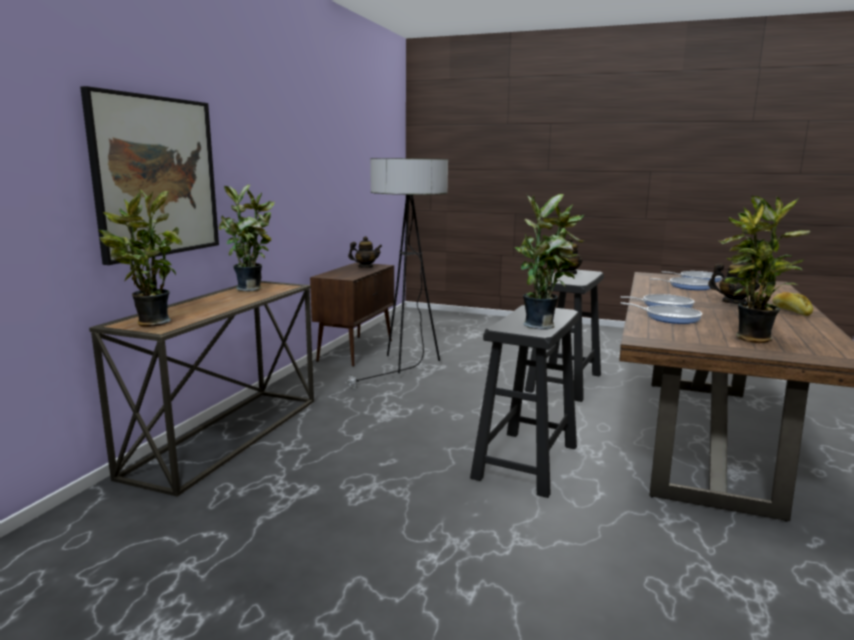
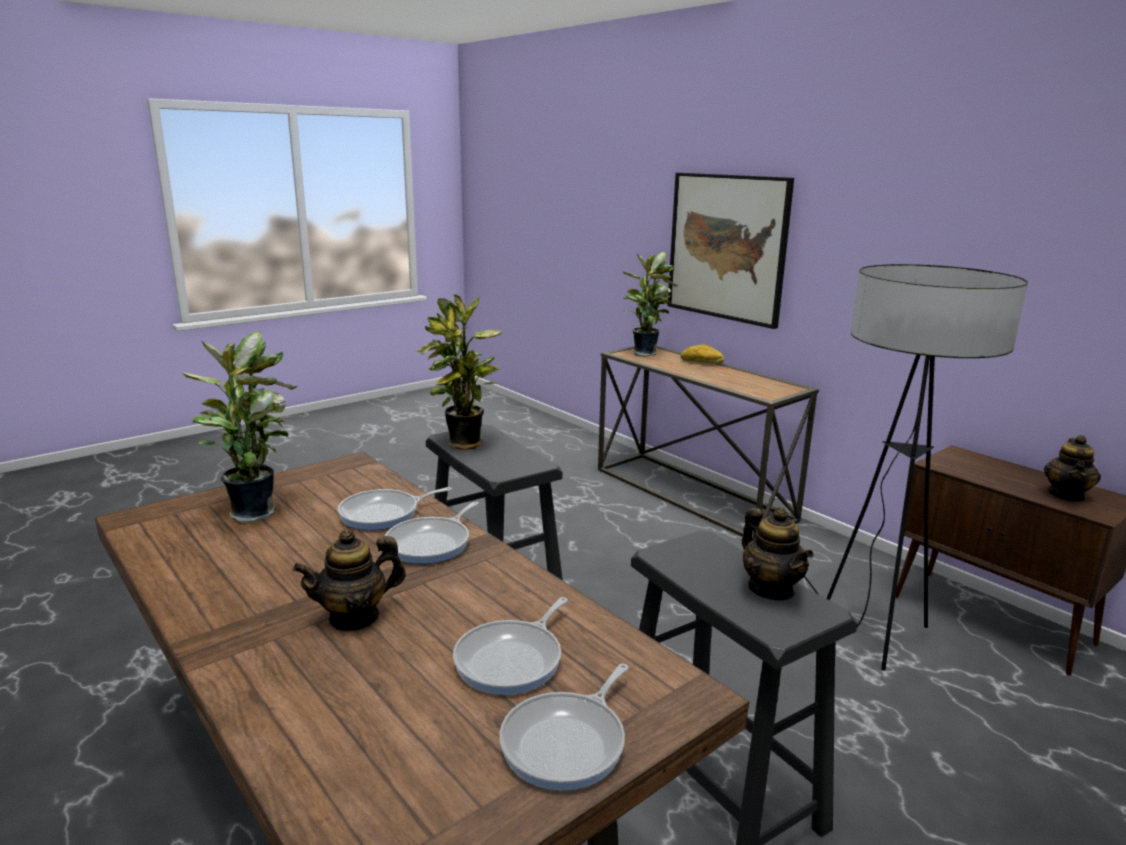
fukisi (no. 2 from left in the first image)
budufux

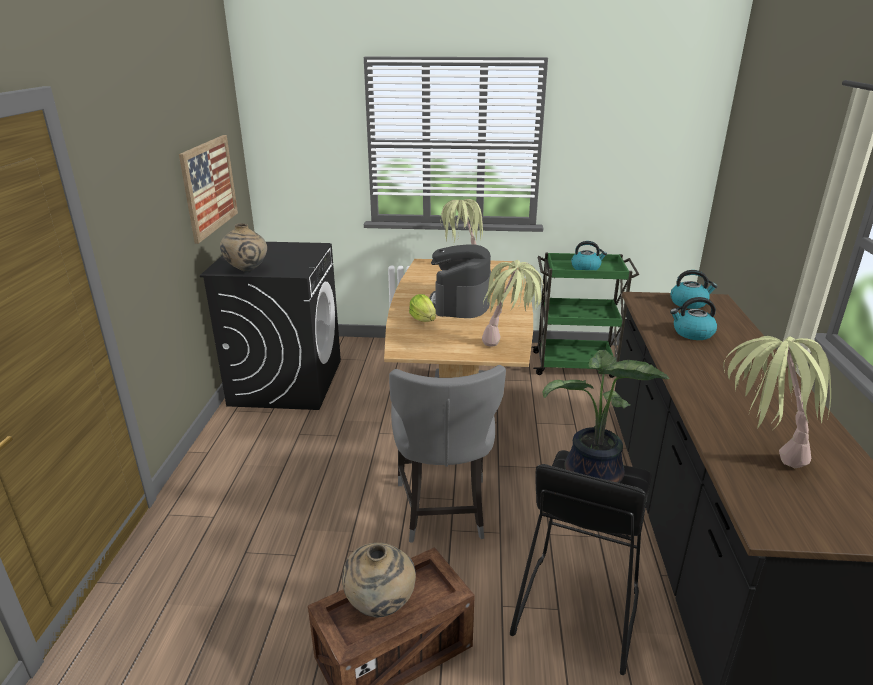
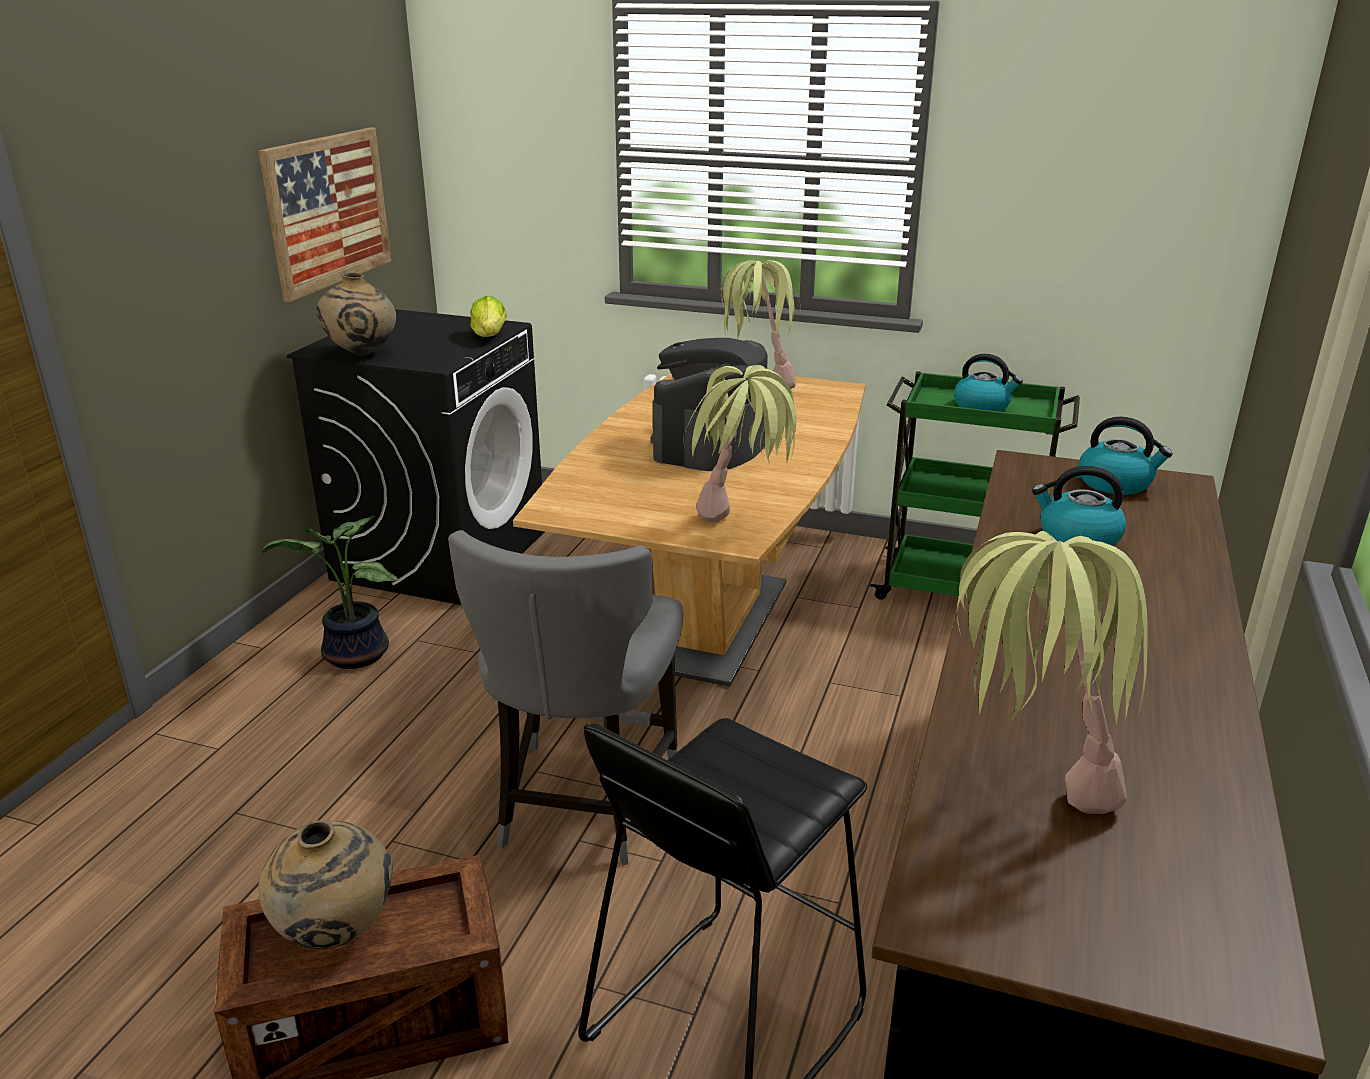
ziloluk
fukisi (no. 1 from left)

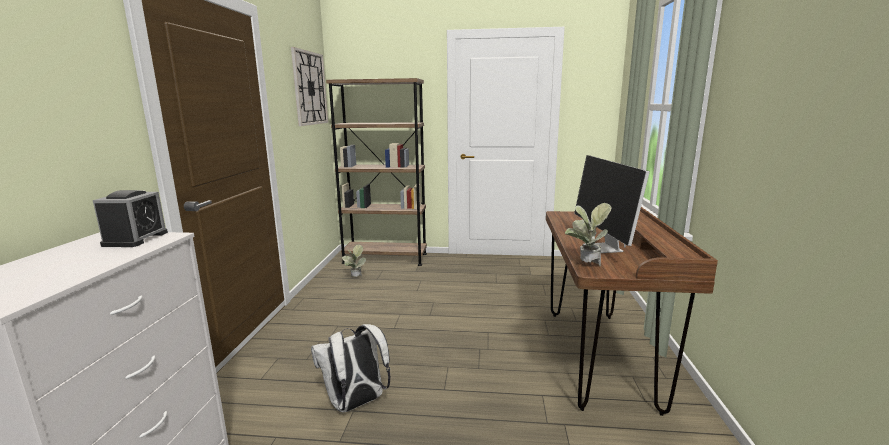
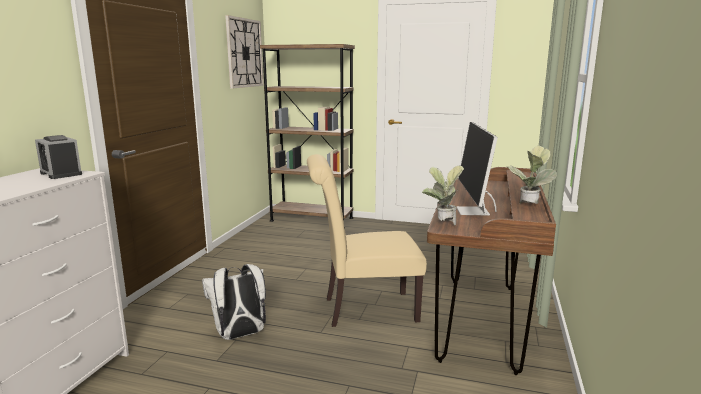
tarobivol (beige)
fukisi (no. 2 from left)
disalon

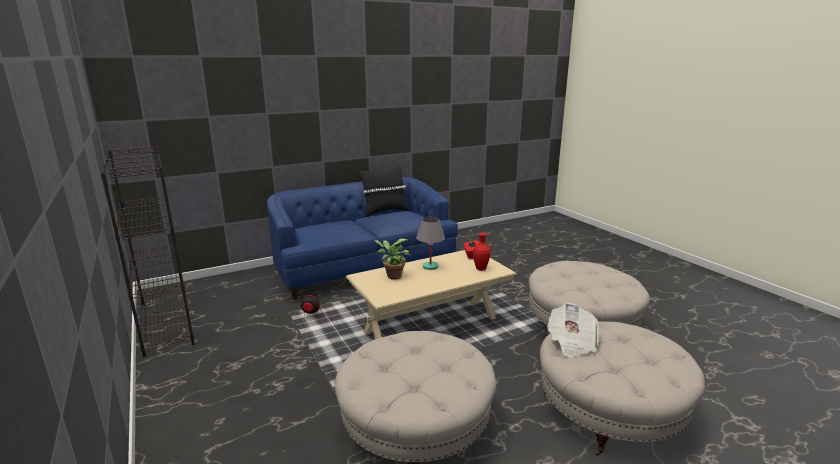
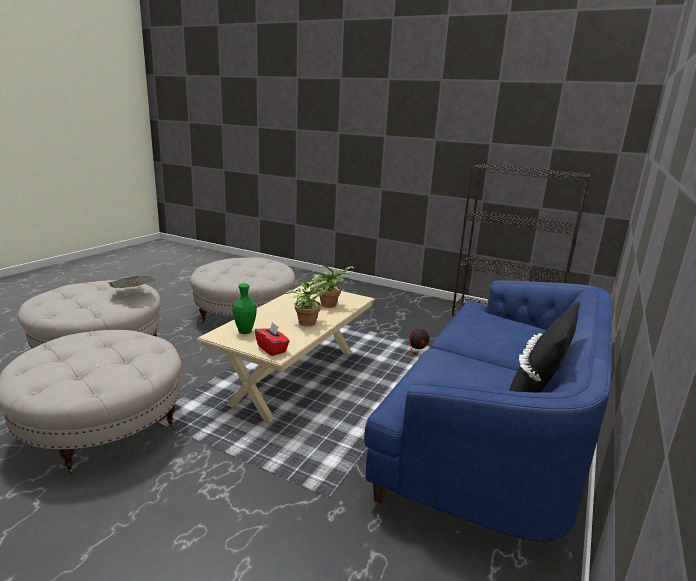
fukisi (no. 1 from left)
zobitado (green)

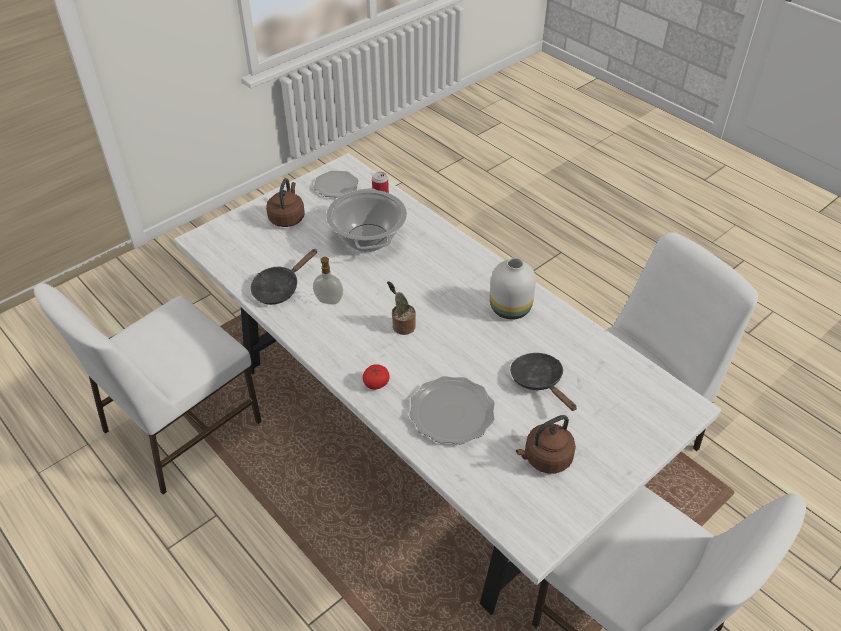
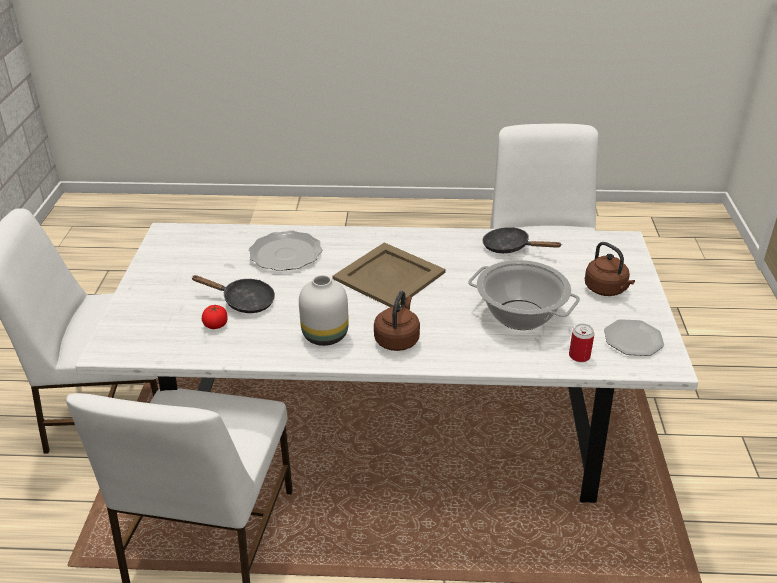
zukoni
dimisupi
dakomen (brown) (no. 1 from left)
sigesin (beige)
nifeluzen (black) (no. 2 from left)

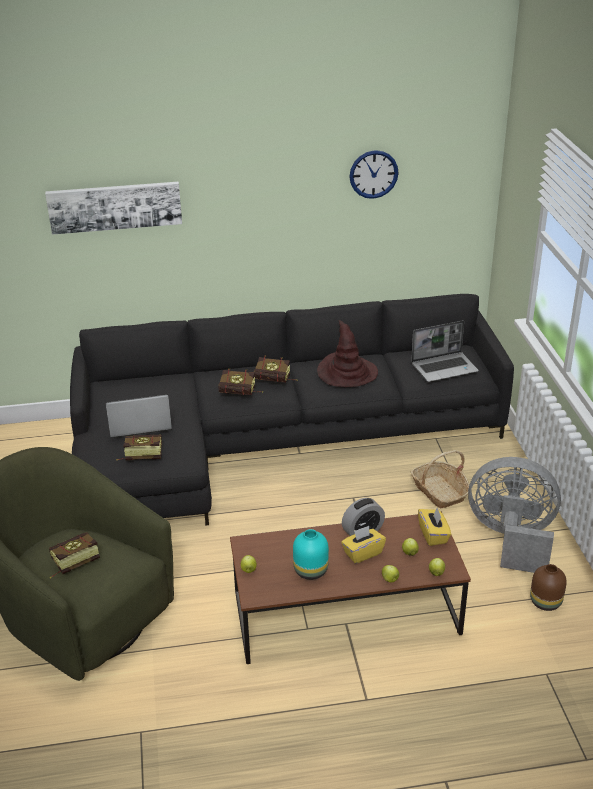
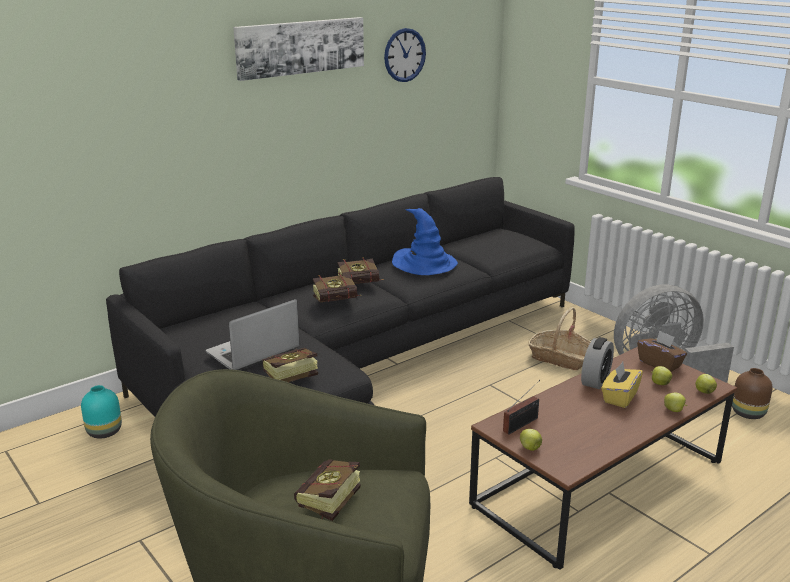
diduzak (no. 2 from left in the first image)
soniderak
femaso
zobitado (turquoise)
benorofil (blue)
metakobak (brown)

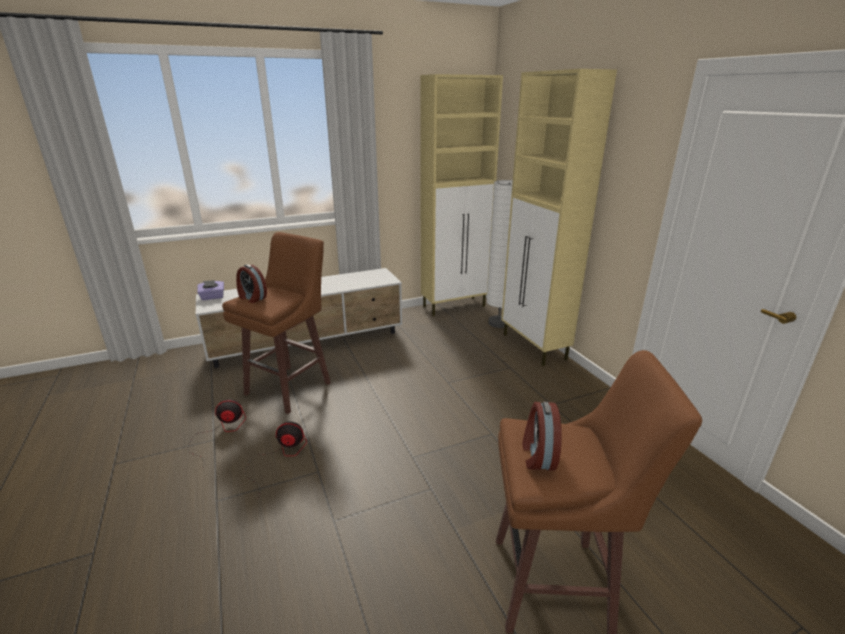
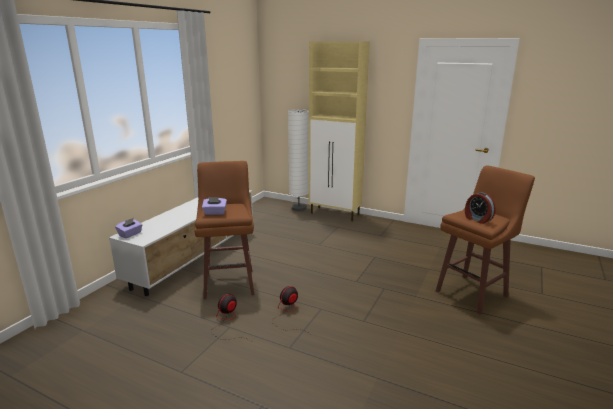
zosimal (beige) (no. 1 from left in the first image)
metakobak (purple) (no. 2 from left)

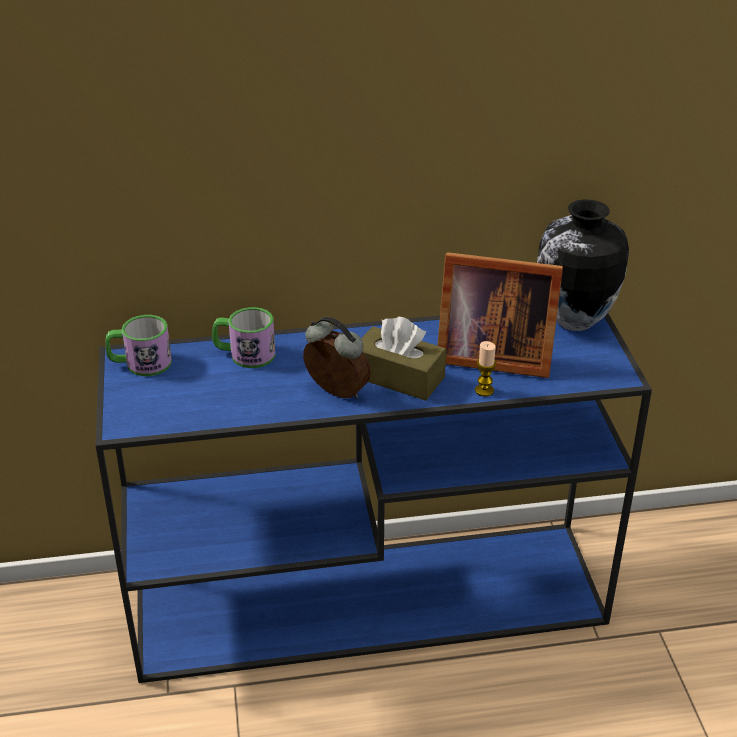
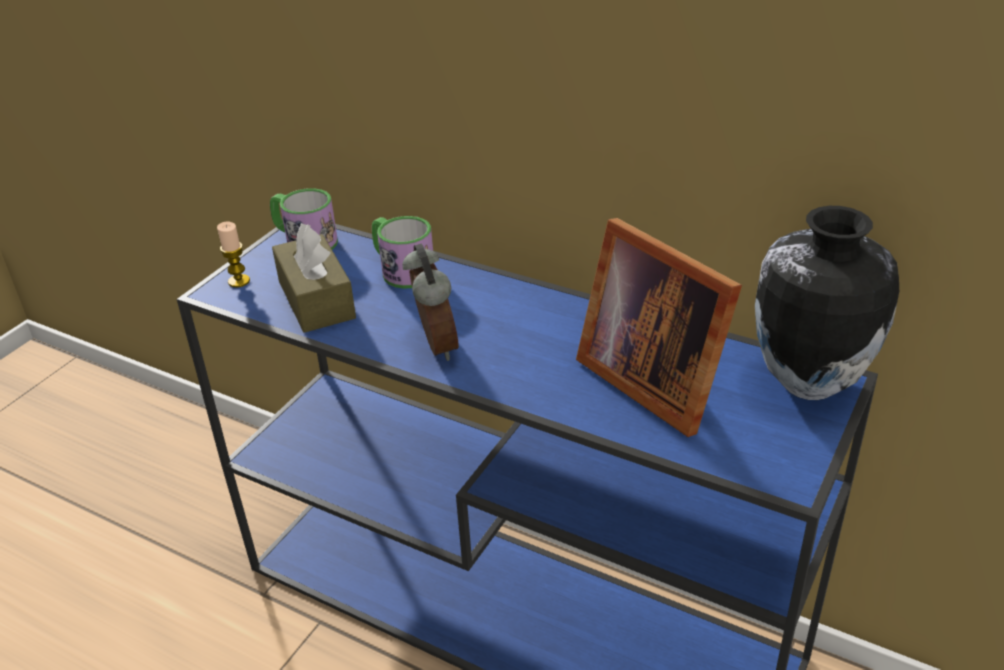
metakobak (brown)
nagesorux

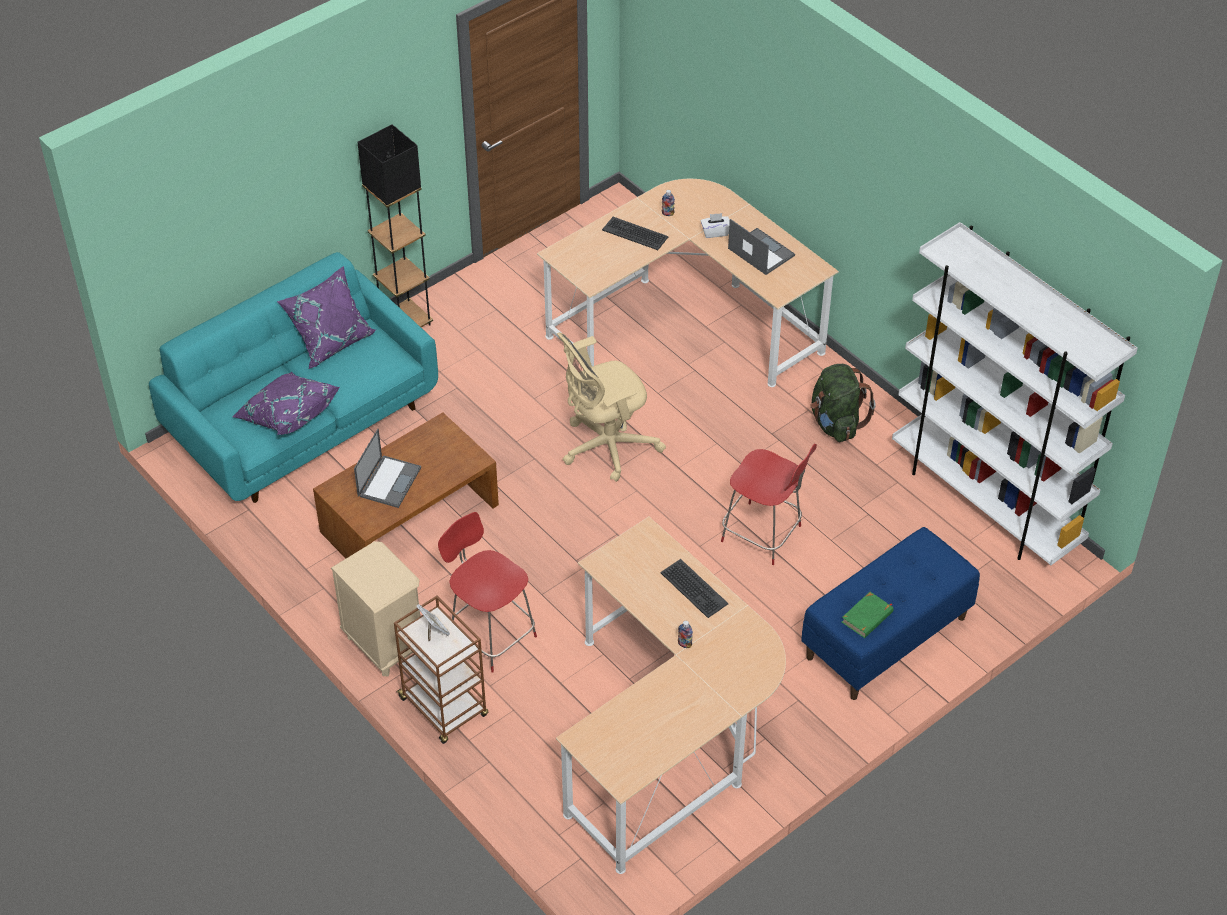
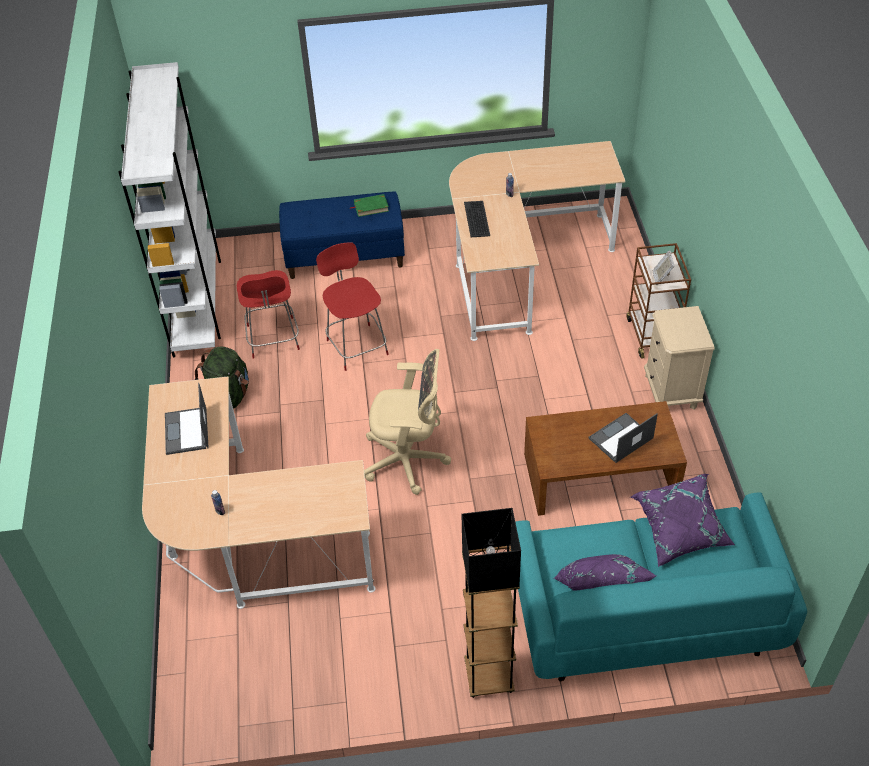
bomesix (no. 1 from left in the first image)
metakobak (white)
tarobivol (red) (no. 1 from left)

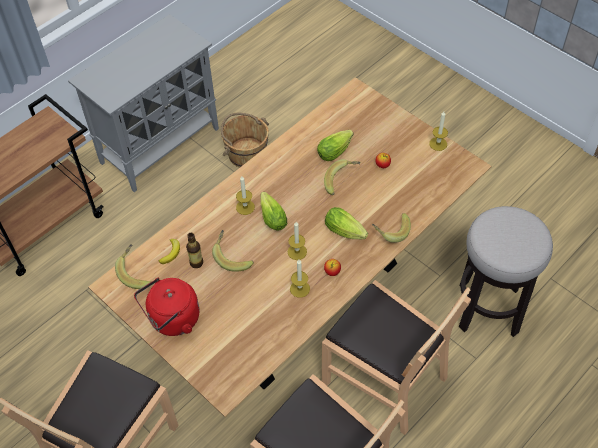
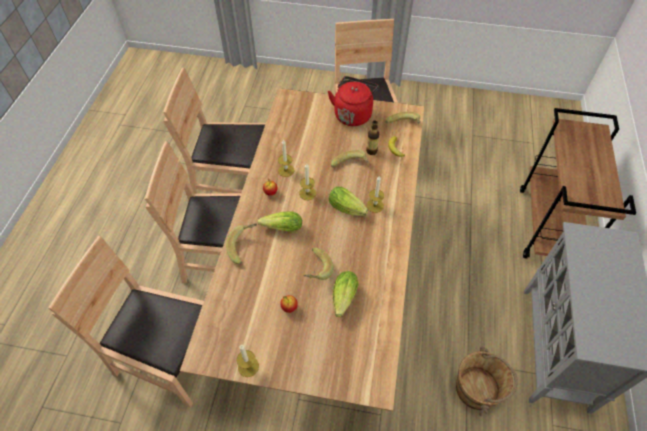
tarobivol (brown) (no. 1 from left)

